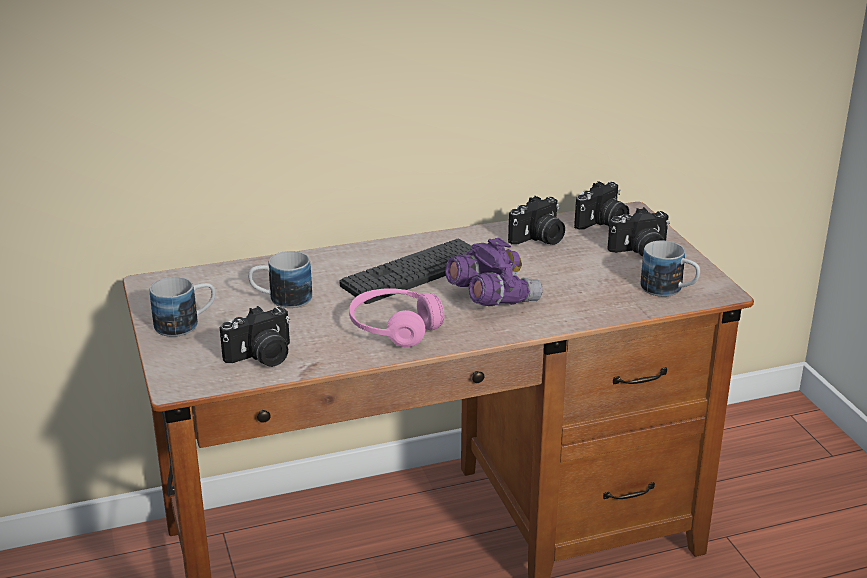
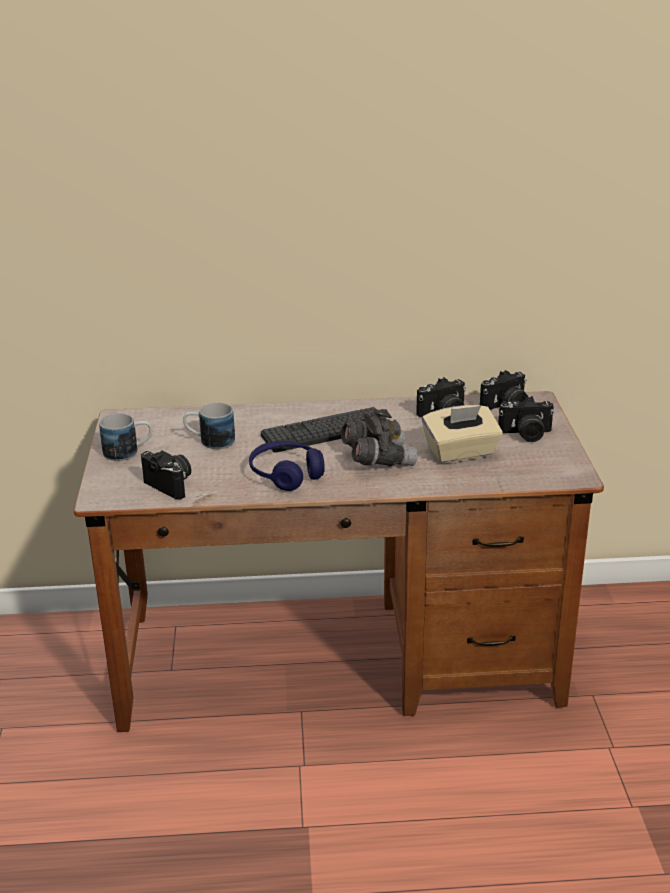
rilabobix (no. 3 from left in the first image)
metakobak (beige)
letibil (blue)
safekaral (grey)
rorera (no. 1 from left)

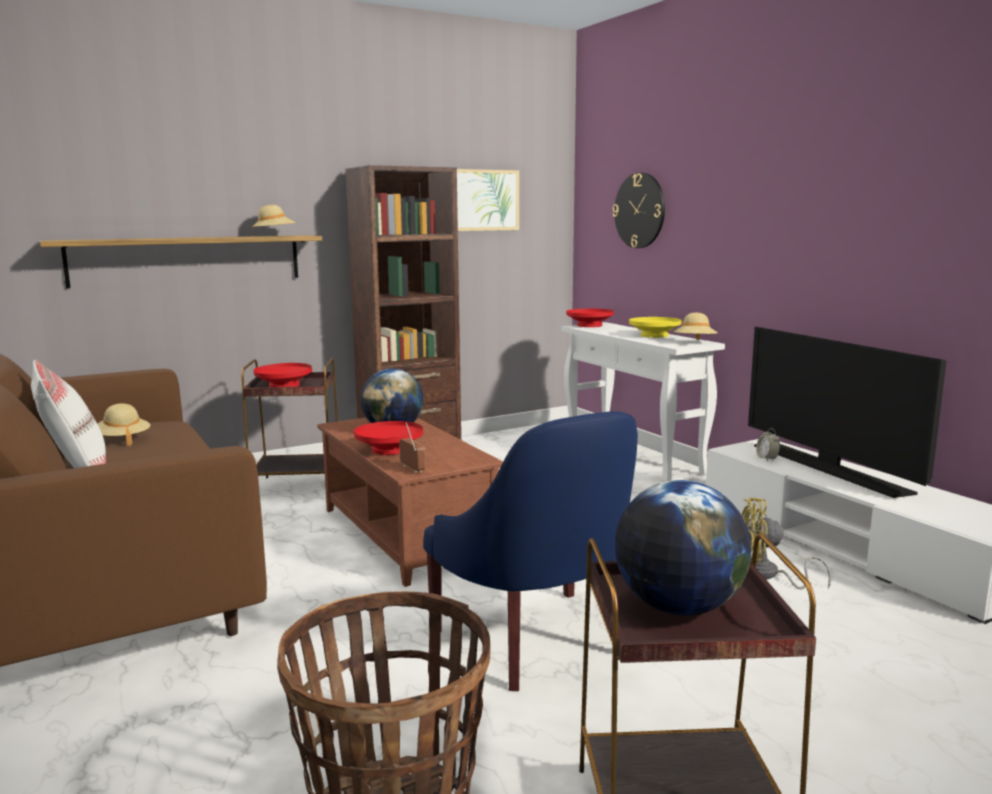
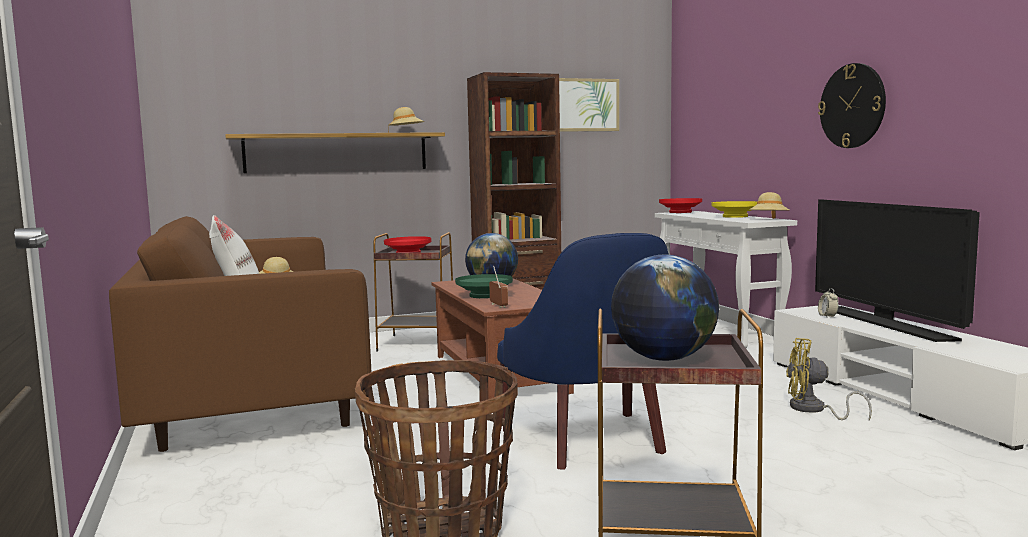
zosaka
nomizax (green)

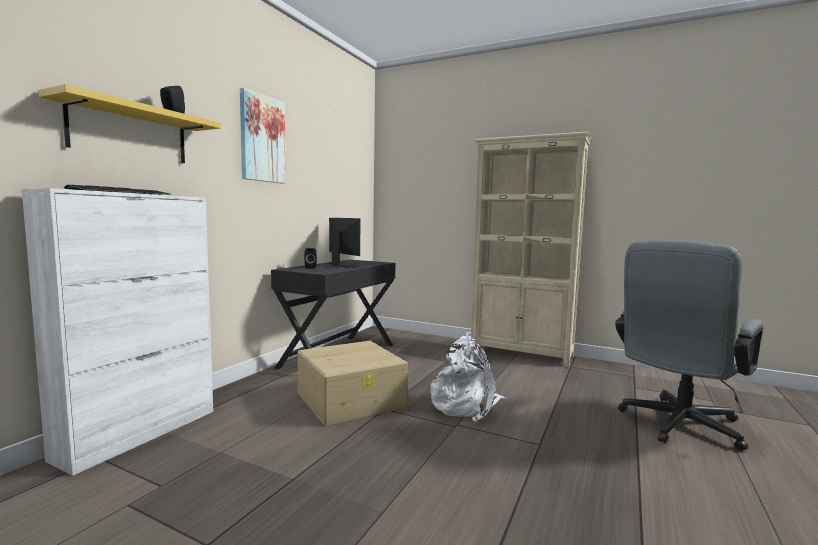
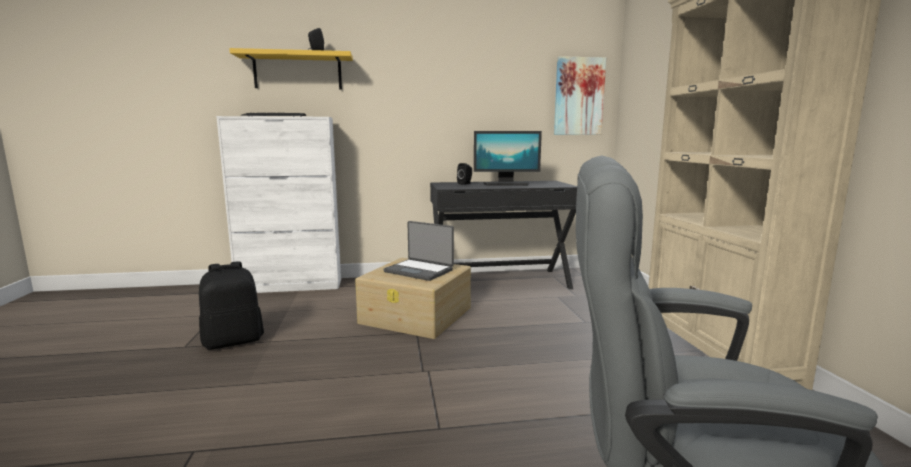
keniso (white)
keniso (black)
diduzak
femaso
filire

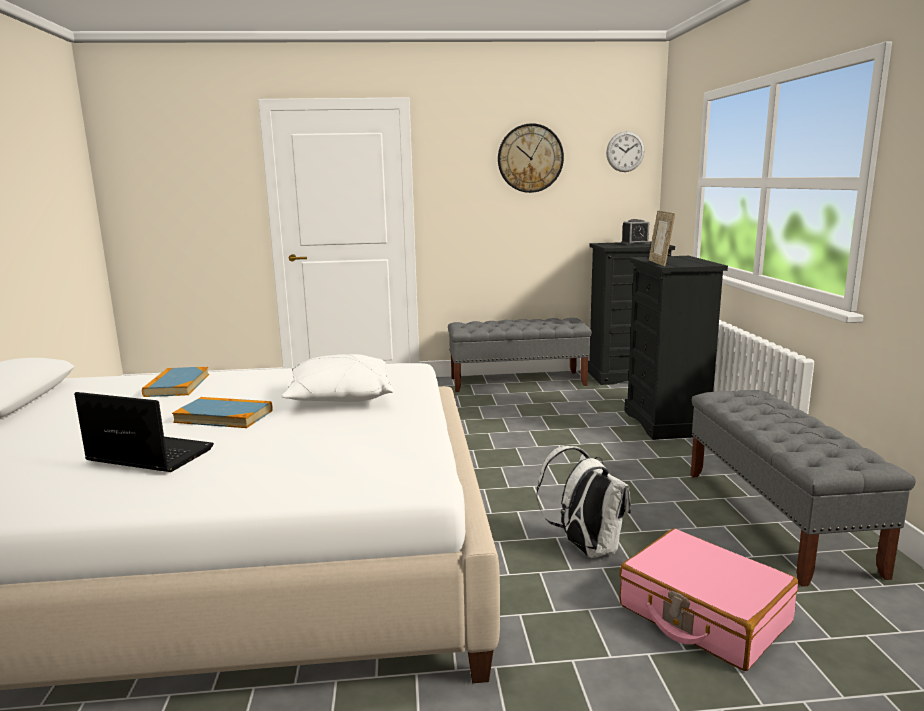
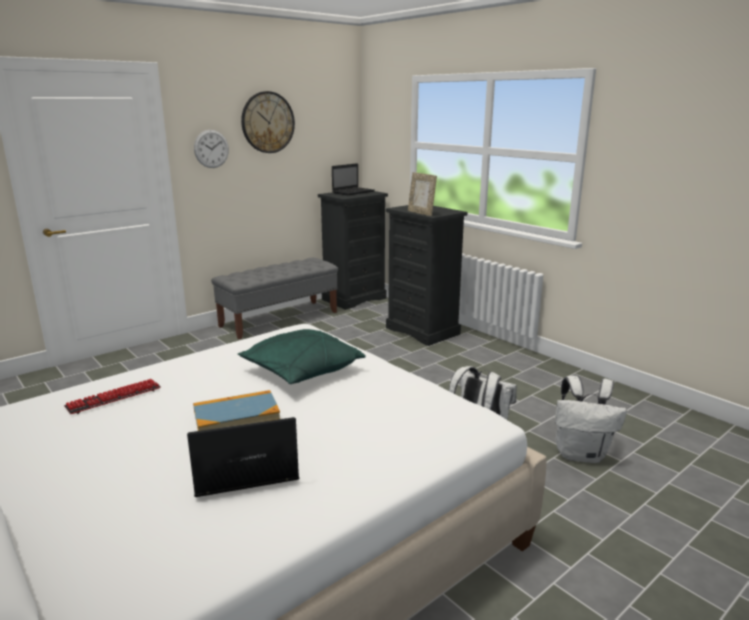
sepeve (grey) (no. 2 from left in the first image)
zosaka (no. 1 from left)
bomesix
keniso (white) (no. 2 from left)
diduzak (no. 2 from left)
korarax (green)

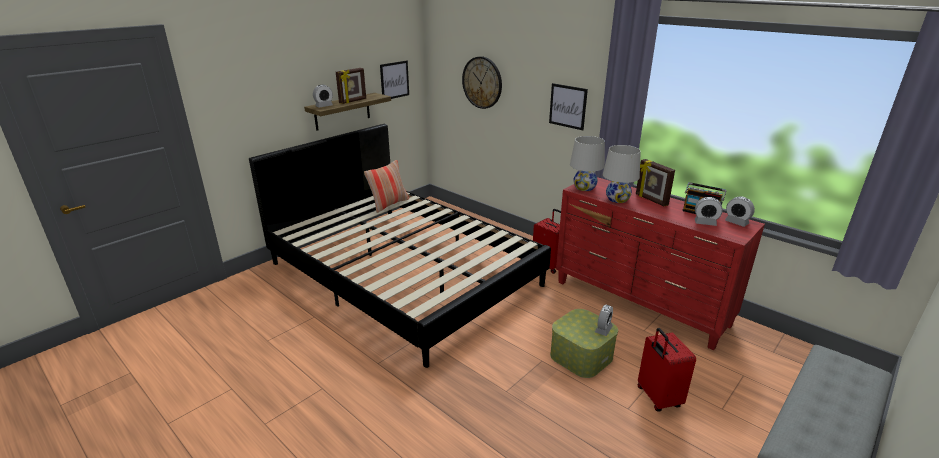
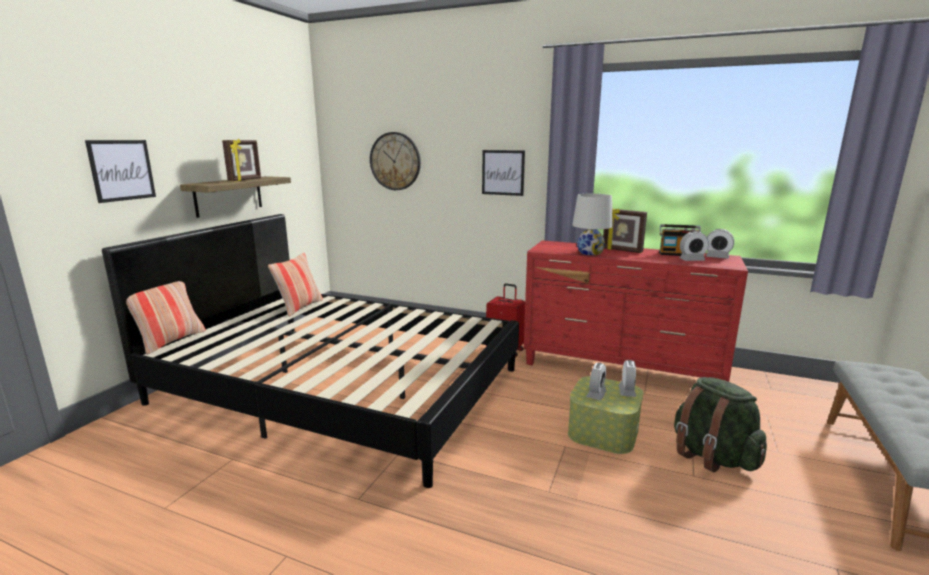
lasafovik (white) (no. 1 from left in the first image)
korarax (no. 1 from left)
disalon (no. 1 from left)
femaso (no. 1 from left)
keniso (green)

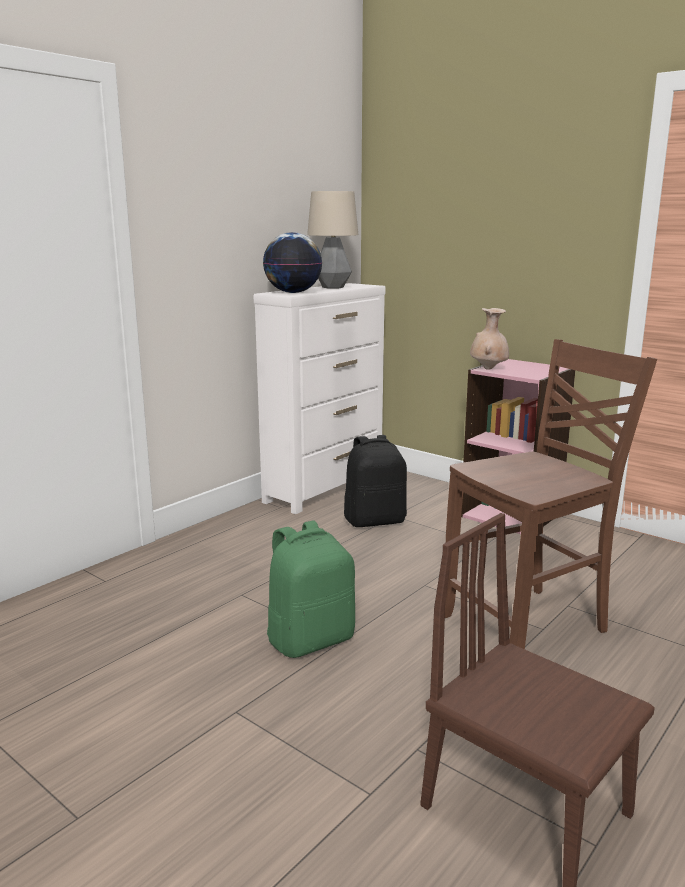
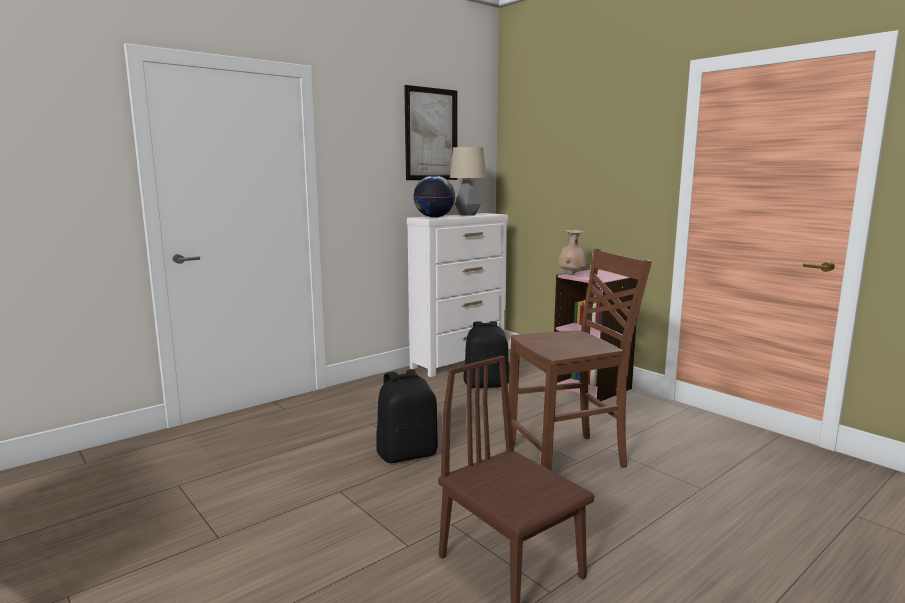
femaso
keniso (black) (no. 1 from left)

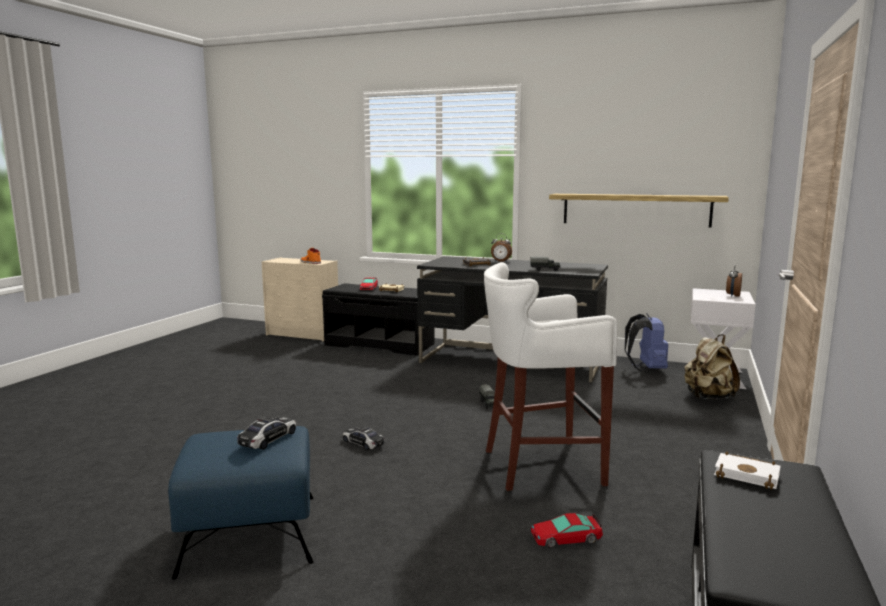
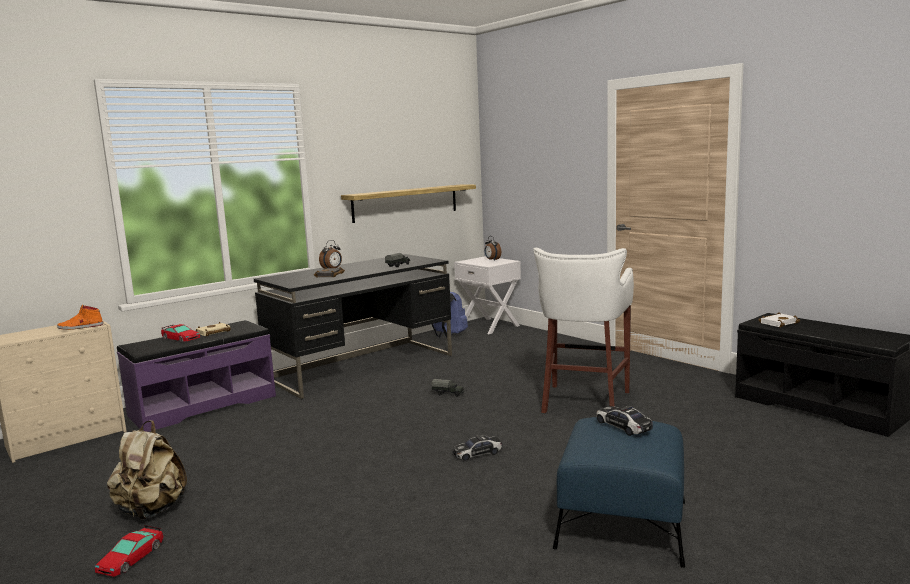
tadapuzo (no. 1 from left)
keniso (beige)
sepeve (purple)

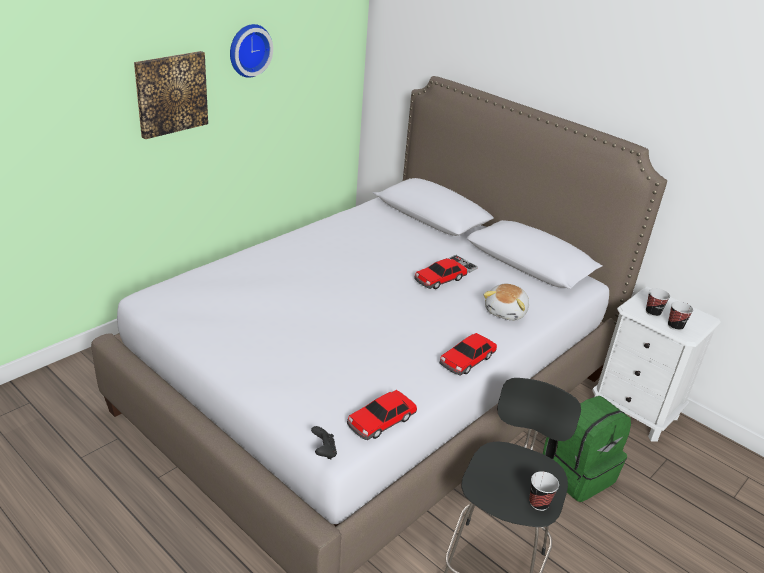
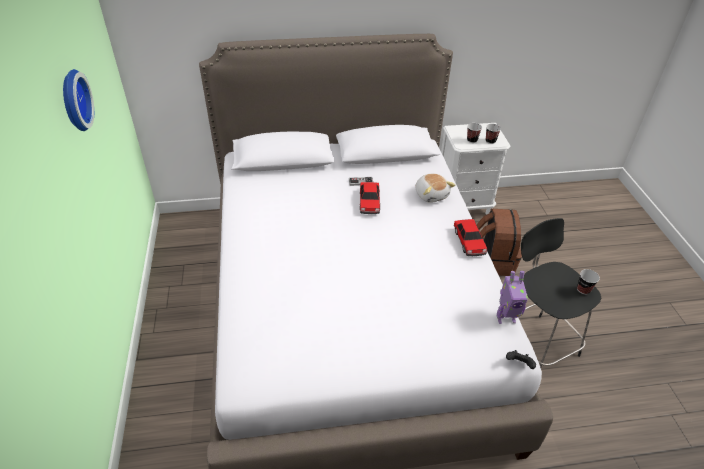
femaso
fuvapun
keniso (brown)

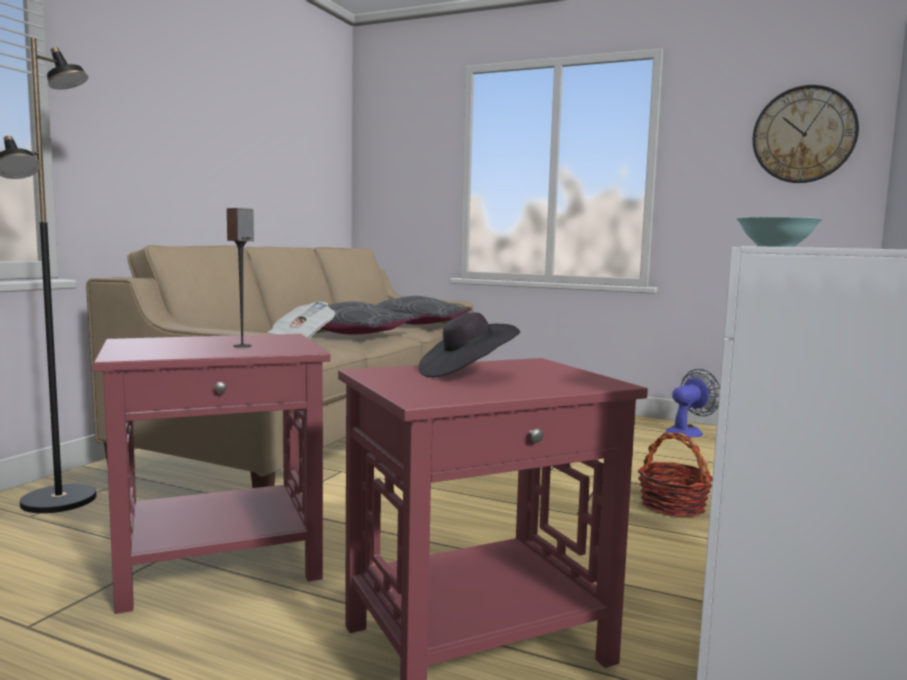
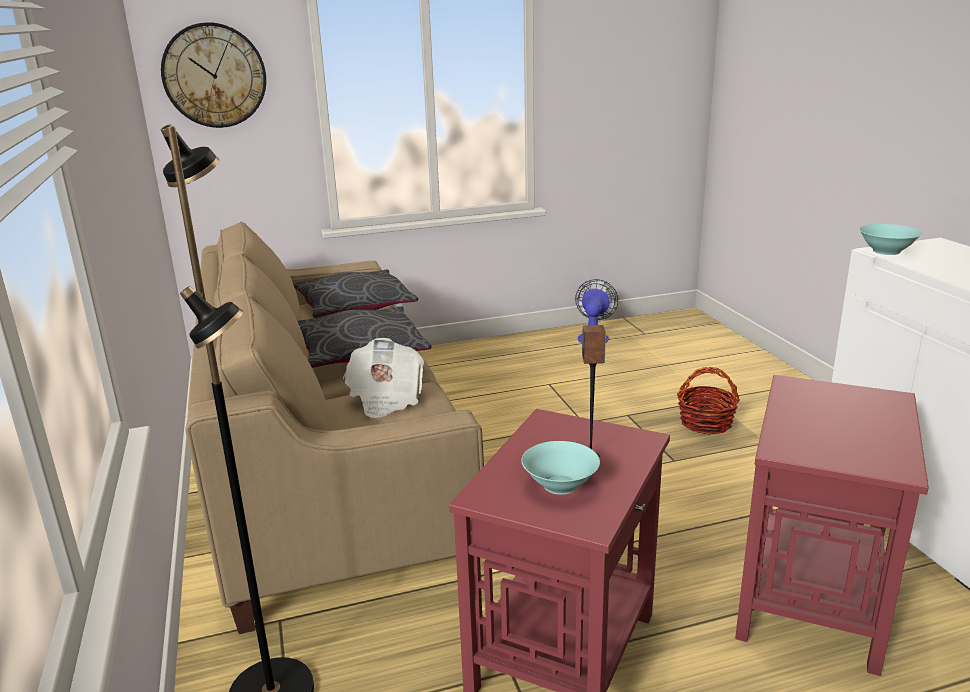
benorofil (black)
nomizax (turquoise) (no. 1 from left)
zosaka

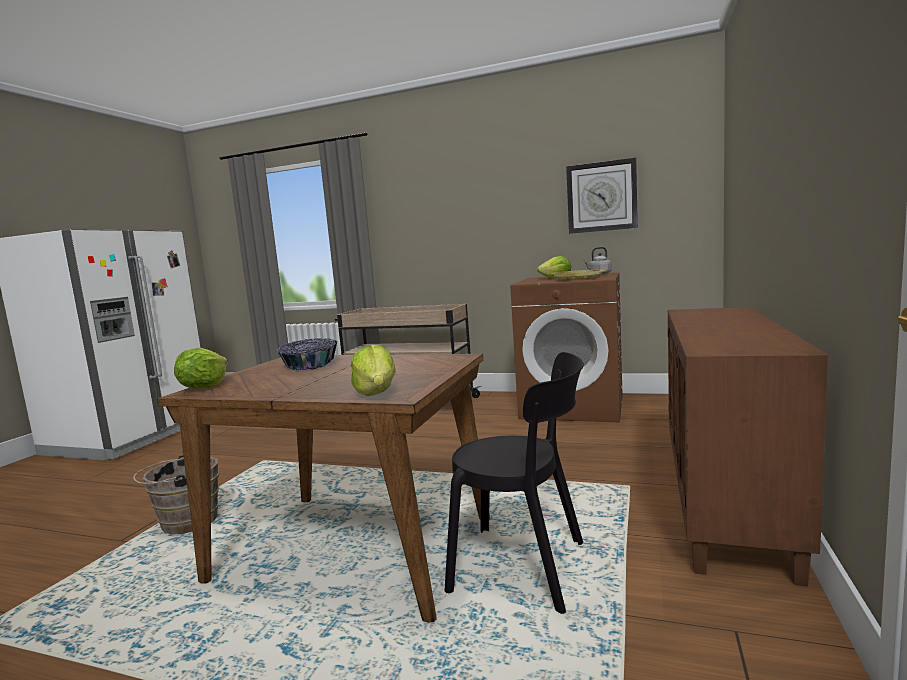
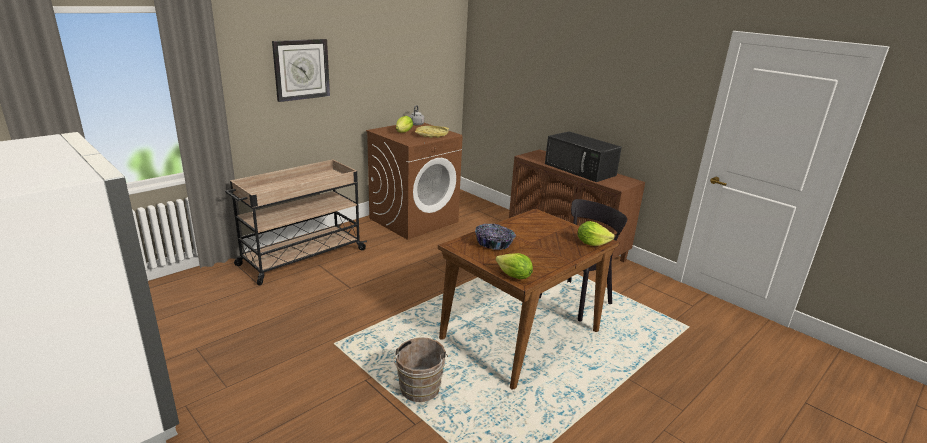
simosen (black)
zosaka

